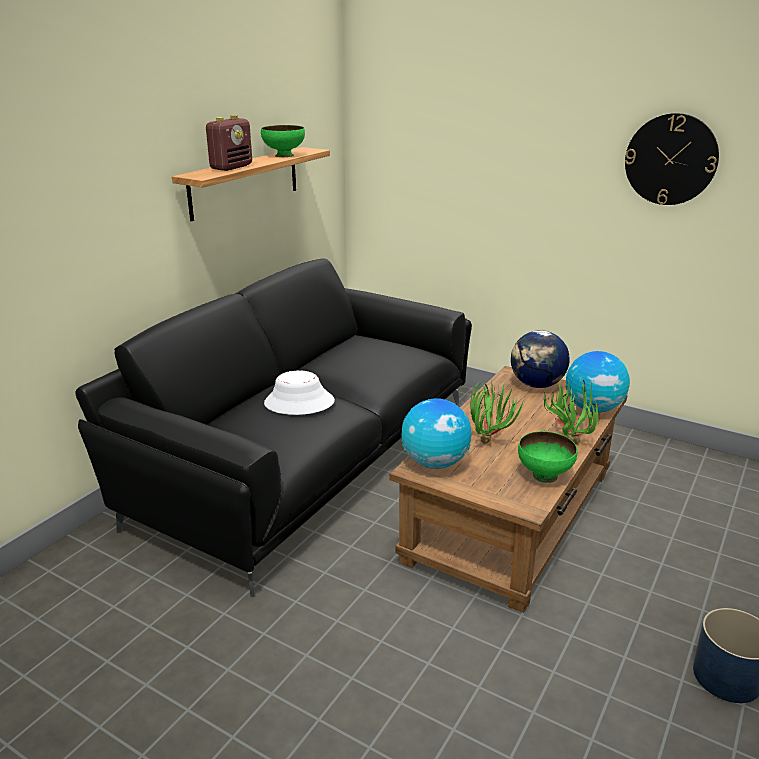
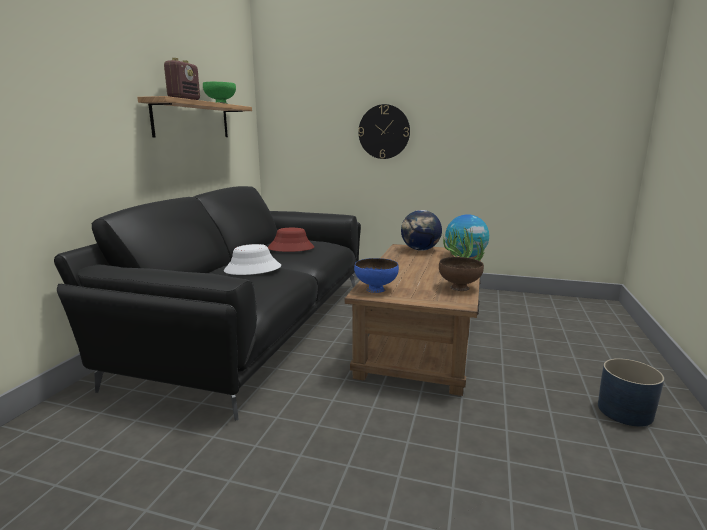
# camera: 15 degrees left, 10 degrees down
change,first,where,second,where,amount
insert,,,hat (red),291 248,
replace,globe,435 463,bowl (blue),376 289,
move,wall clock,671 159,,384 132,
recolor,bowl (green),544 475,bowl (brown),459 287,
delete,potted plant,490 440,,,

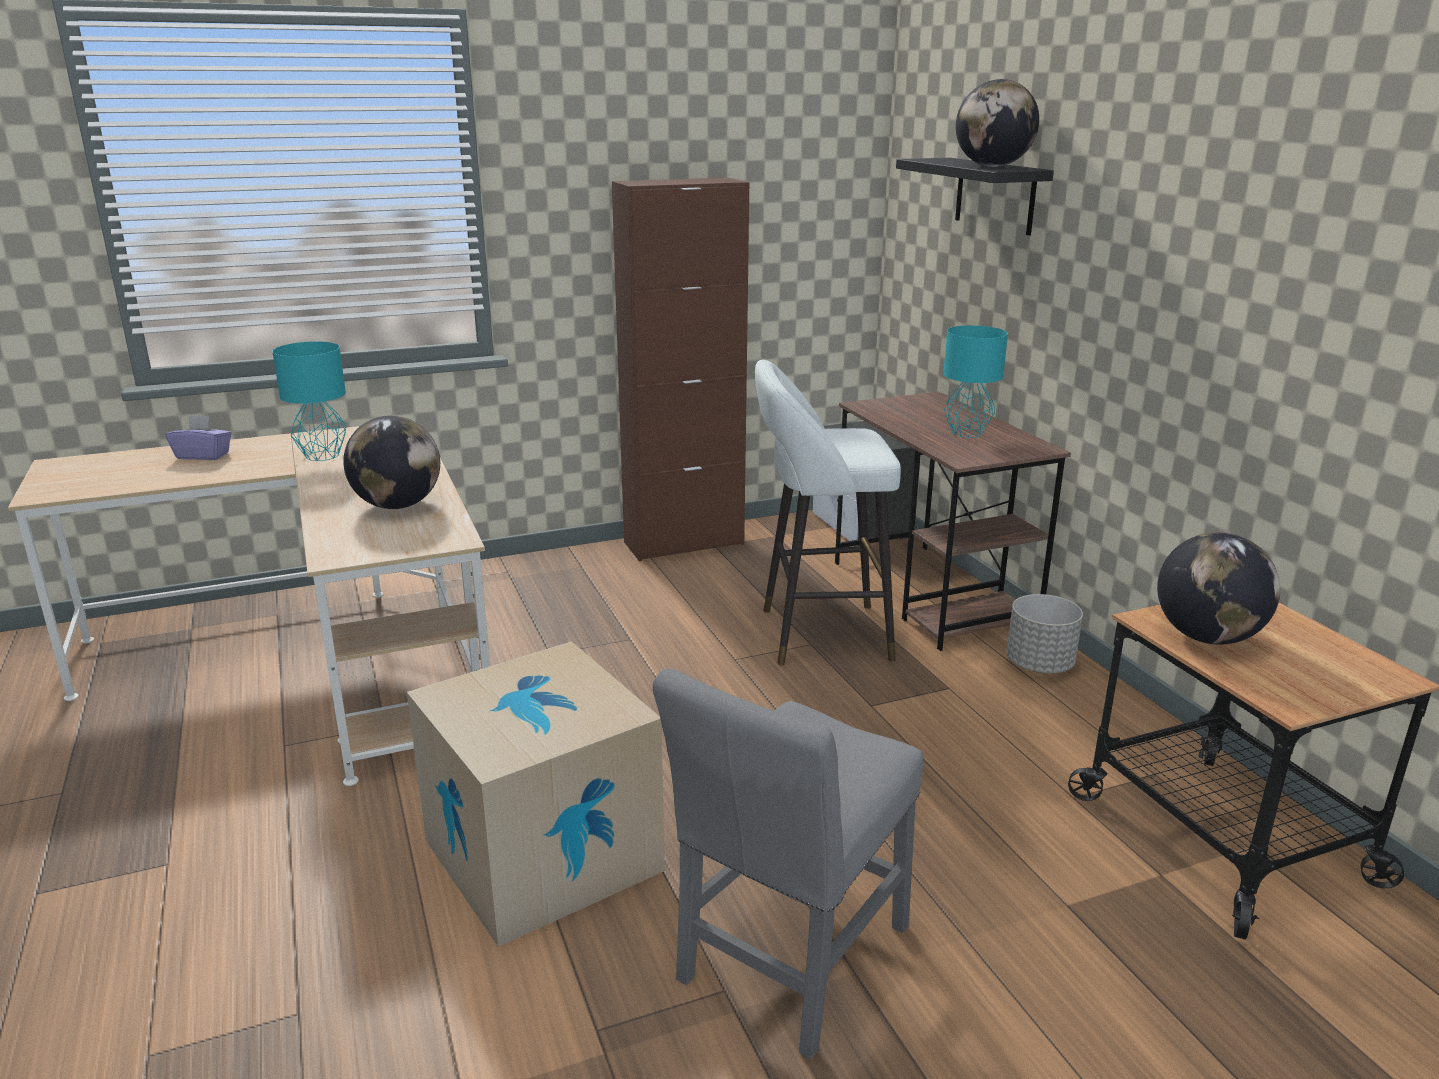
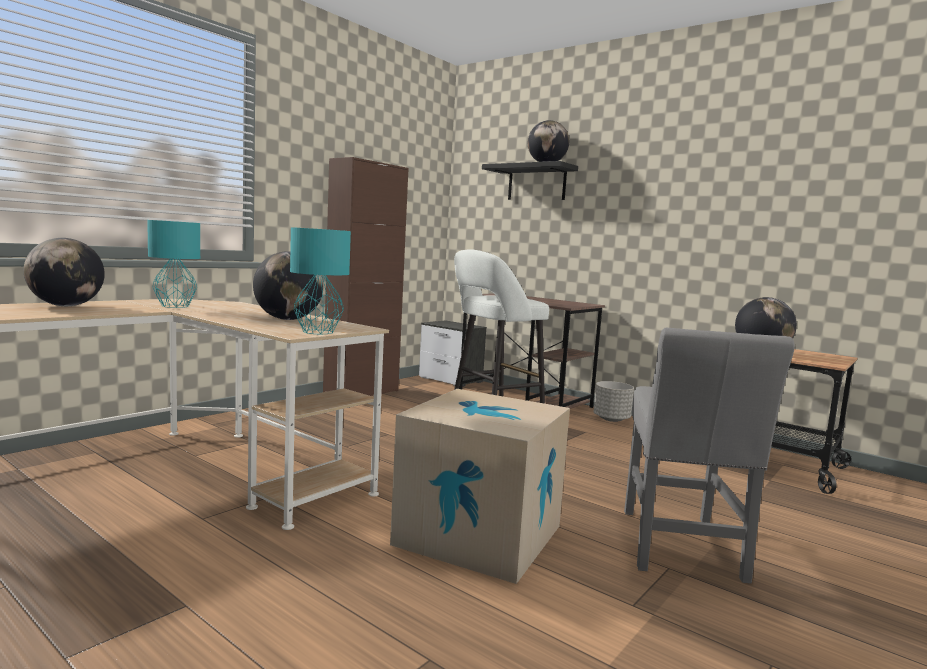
# camera: 30 degrees left, 15 degrees down
change,first,where,second,where,amount
replace,tissue box (purple),203 455,globe,66 306,
move,table lamp (turquoise),966 433,,317 332,

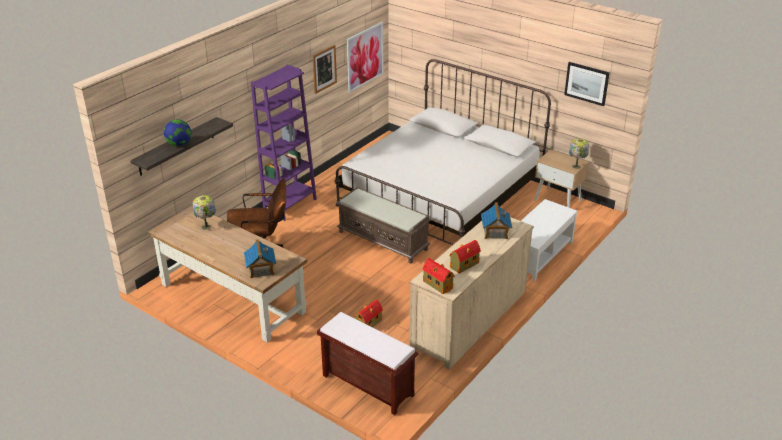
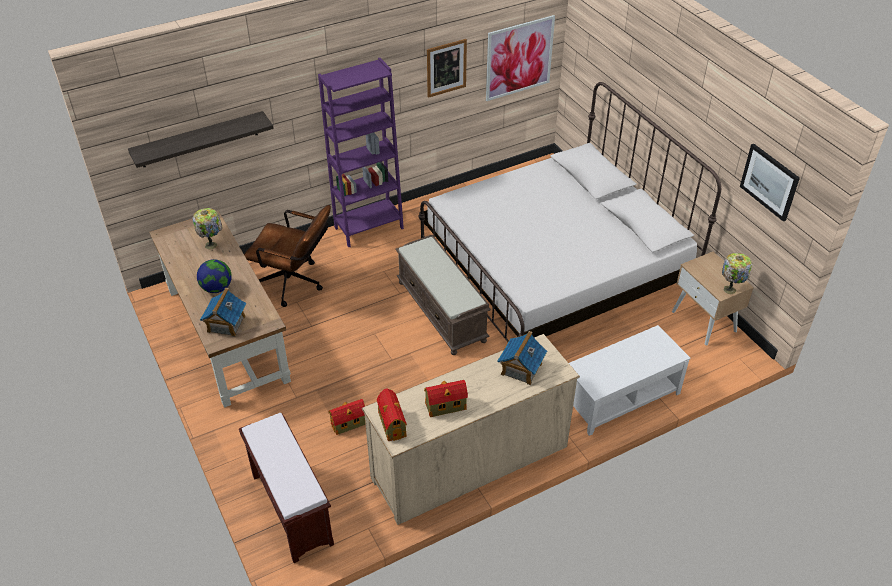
# camera: 25 degrees right, 10 degrees up
change,first,where,second,where,amount
move,globe,179 144,,217 288,

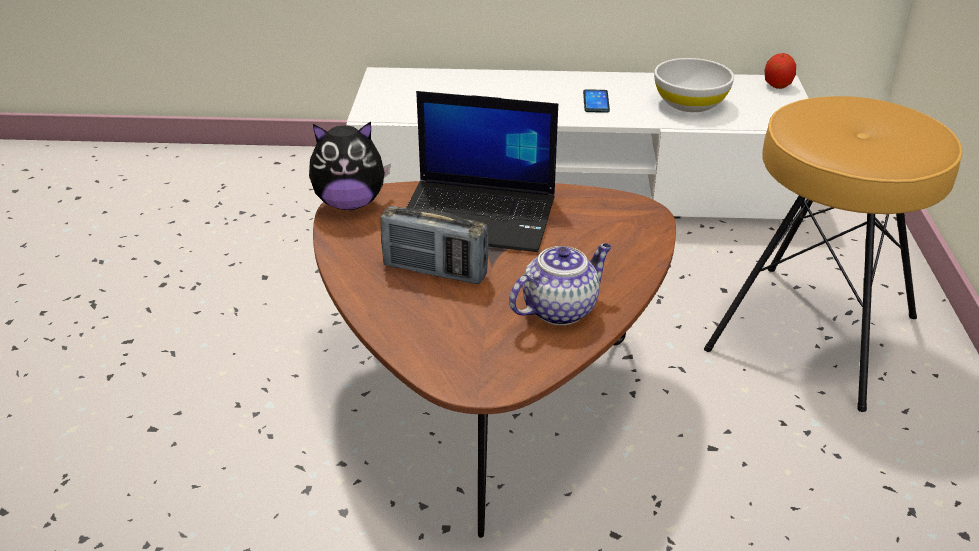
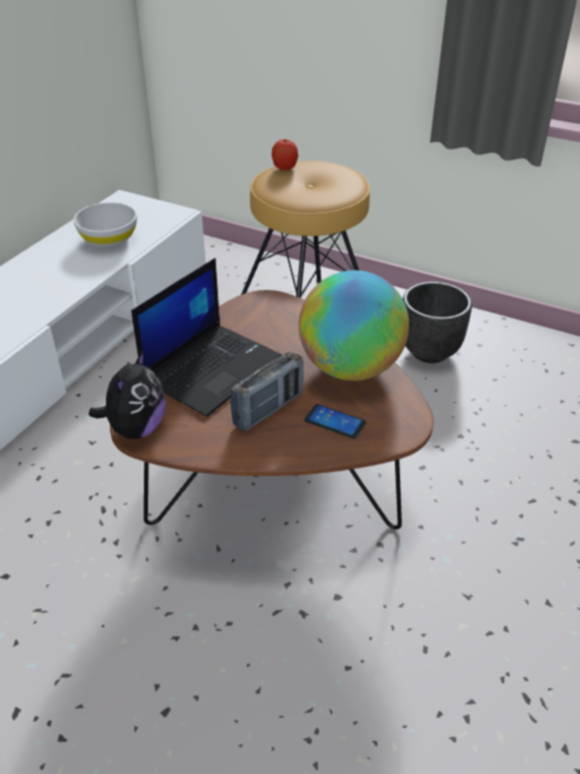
# camera: 65 degrees left, 5 degrees up
change,first,where,second,where,amount
move,apple,777 85,,284 168,
replace,teapot,560 309,globe,350 368,
move,phone,596 102,,335 422,
insert,,,planter (black),430 353,

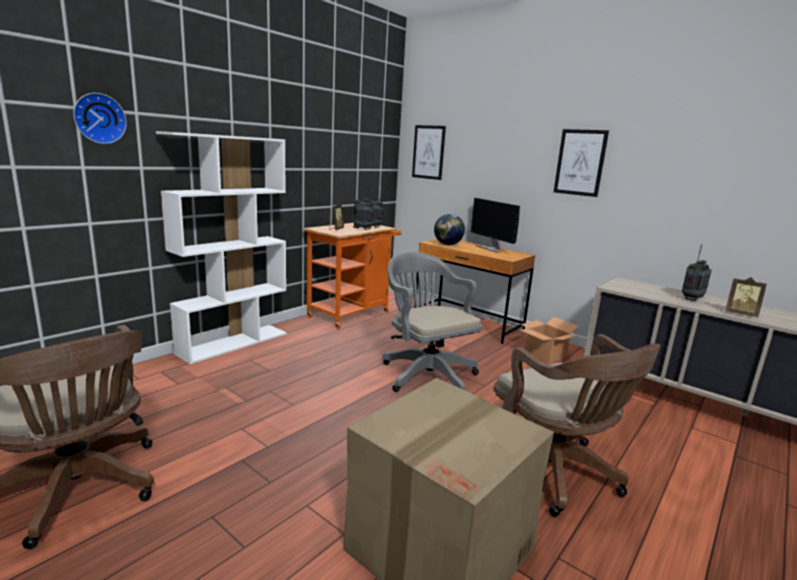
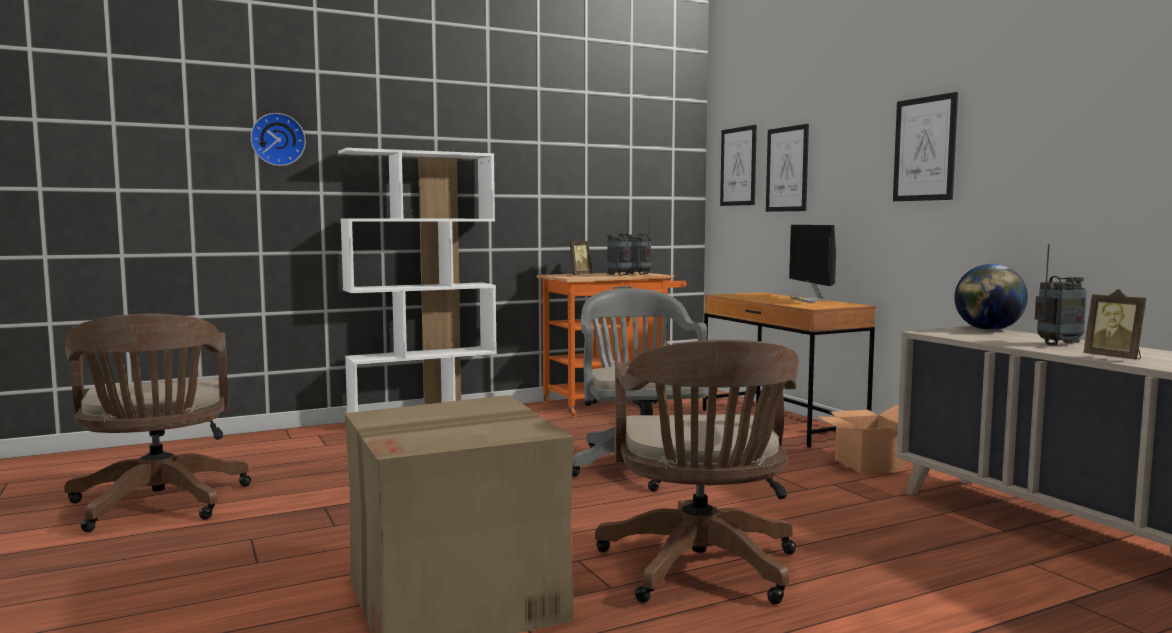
# camera: 25 degrees right, 10 degrees down
change,first,where,second,where,amount
insert,,,picture,787 169,
move,globe,448 244,,988 330,

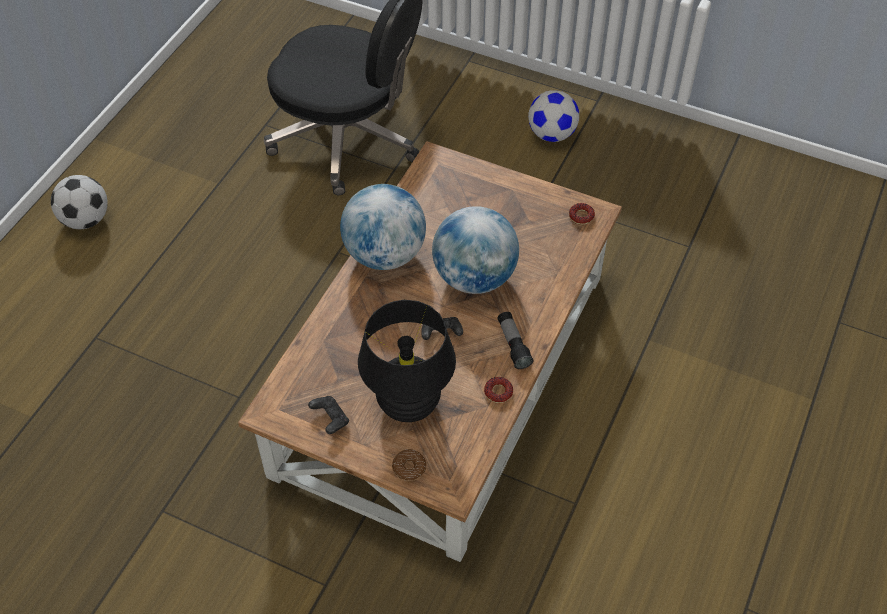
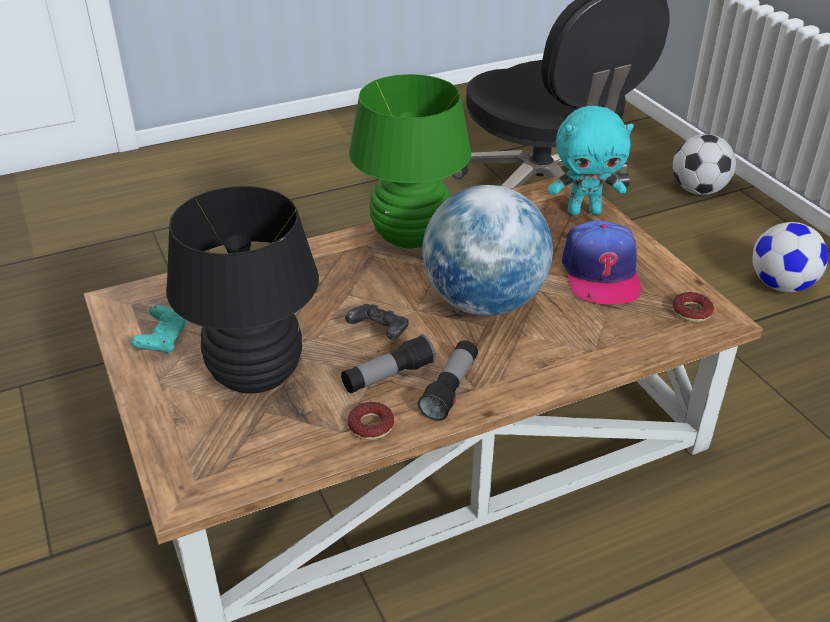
# camera: 40 degrees right, 15 degrees down
change,first,where,second,where,amount
recolor,game controller (black),330 419,game controller (turquoise),162 341,
insert,,,flashlight,388 376,
replace,globe,384 254,table lamp (green),410 237,
insert,,,plush toy (turquoise),584 211,
insert,,,cap,600 273,
move,football,86 220,,698 190,
delete,donut,409 468,,,

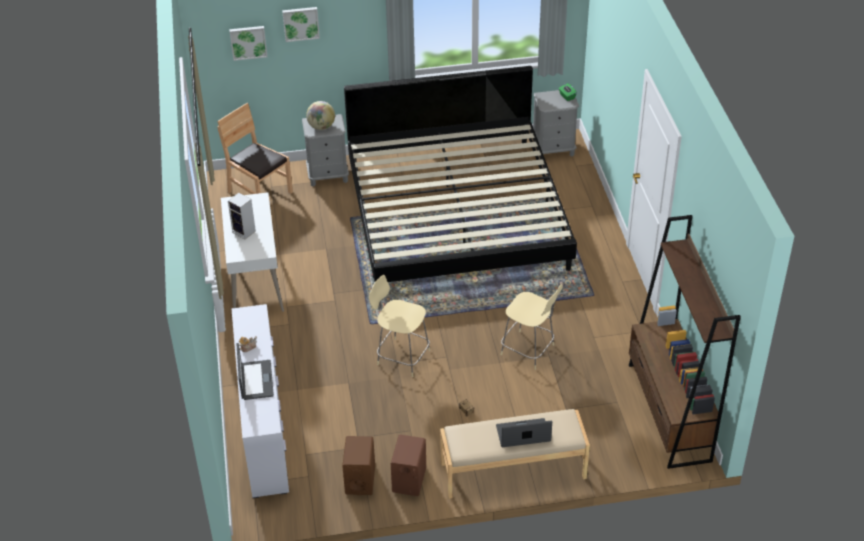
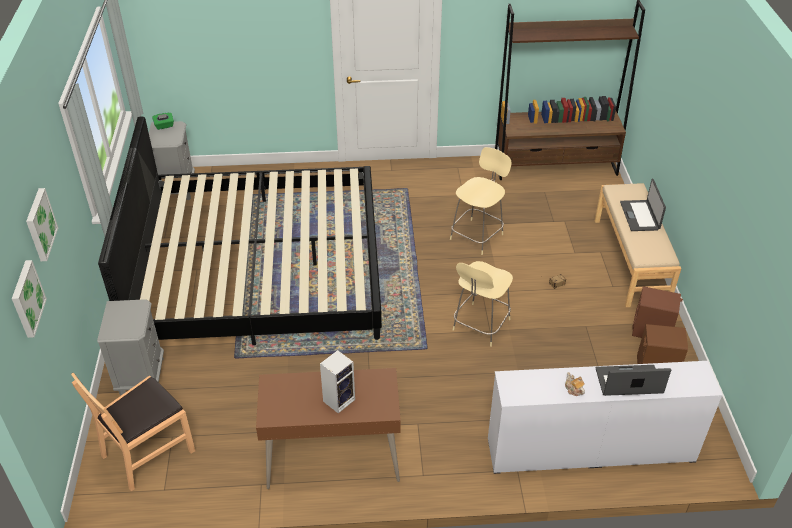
# camera: 85 degrees left, 0 degrees up
change,first,where,second,where,amount
recolor,desk (white),255 281,desk (brown),333 458,
delete,globe,321 127,,,

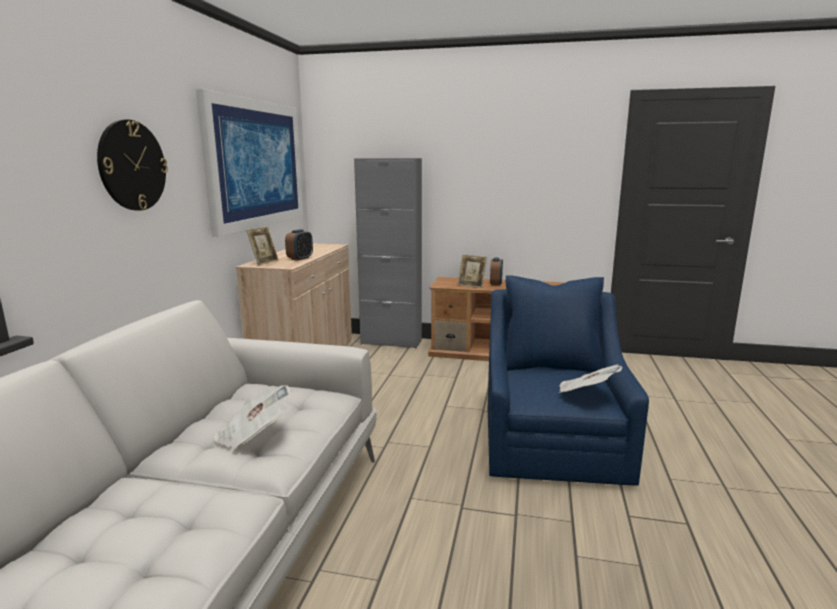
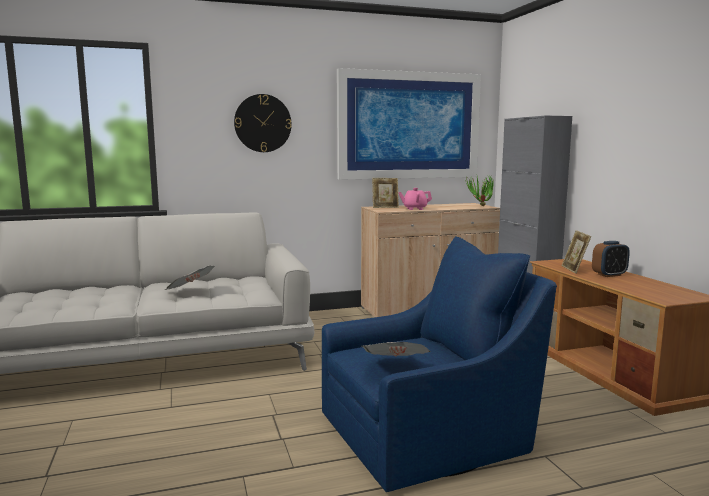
# camera: 60 degrees right, 5 degrees down
change,first,where,second,where,amount
replace,alarm clock,300 258,teapot (pink),414 209,
insert,,,potted plant,480 206,

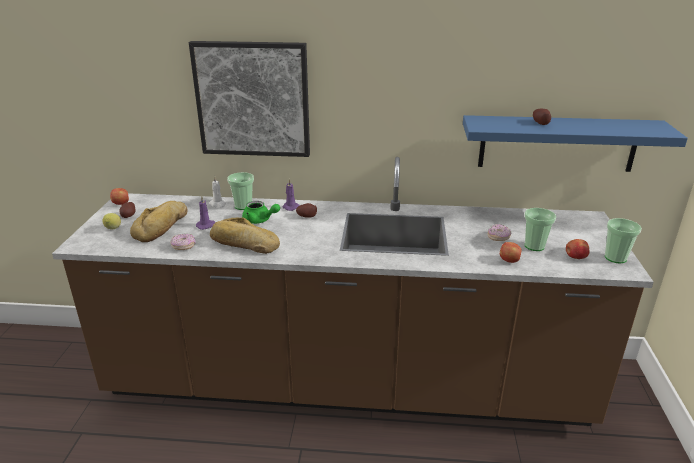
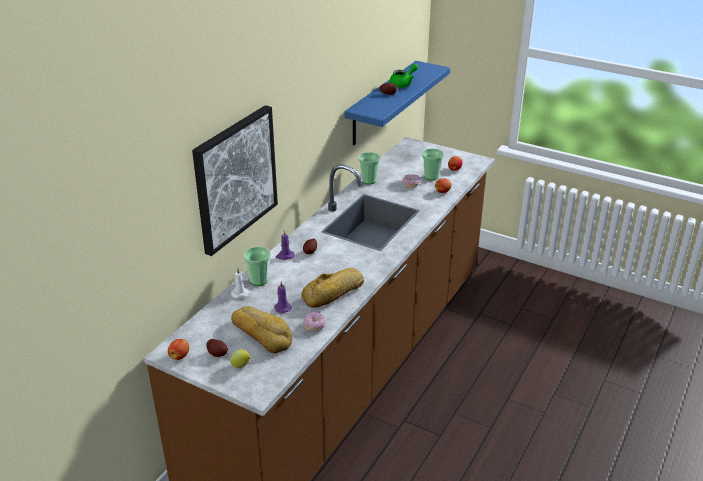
# camera: 65 degrees left, 5 degrees up
change,first,where,second,where,amount
move,cup,615 258,,369 180,
move,teapot (green),259 220,,403 84,

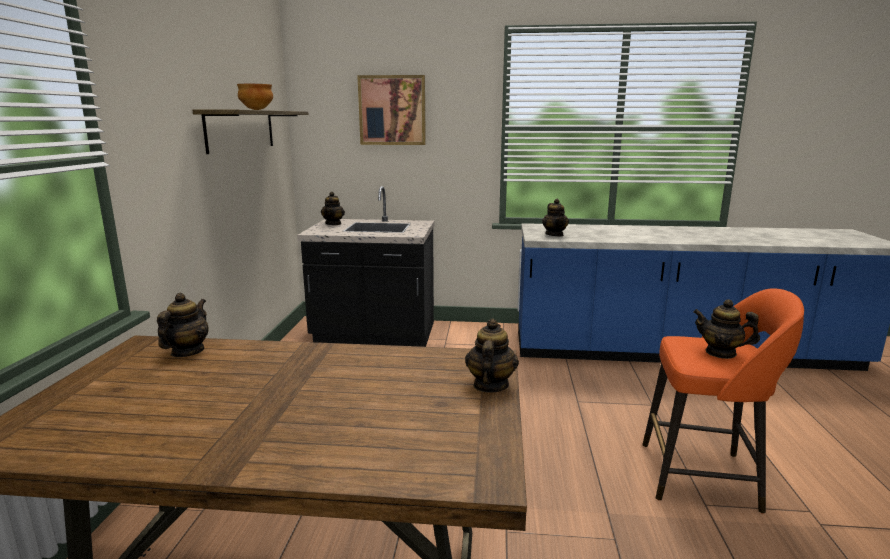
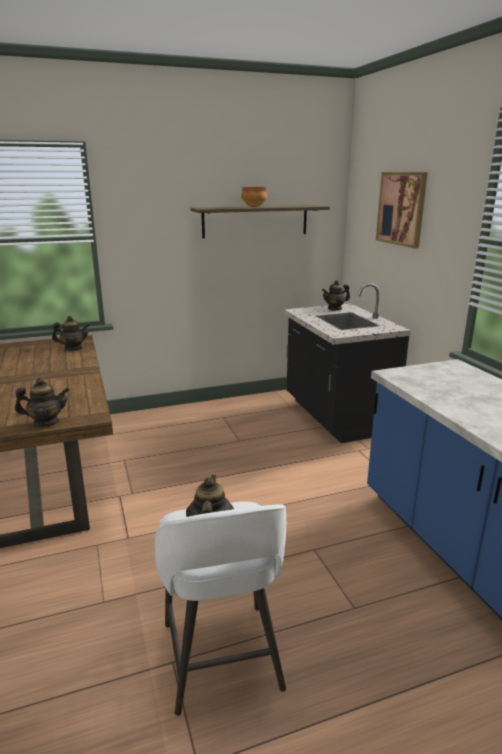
# camera: 65 degrees right, 5 degrees up
change,first,where,second,where,amount
recolor,stool (orange),703 476,stool (white),222 659,
delete,teapot,554 235,,,

